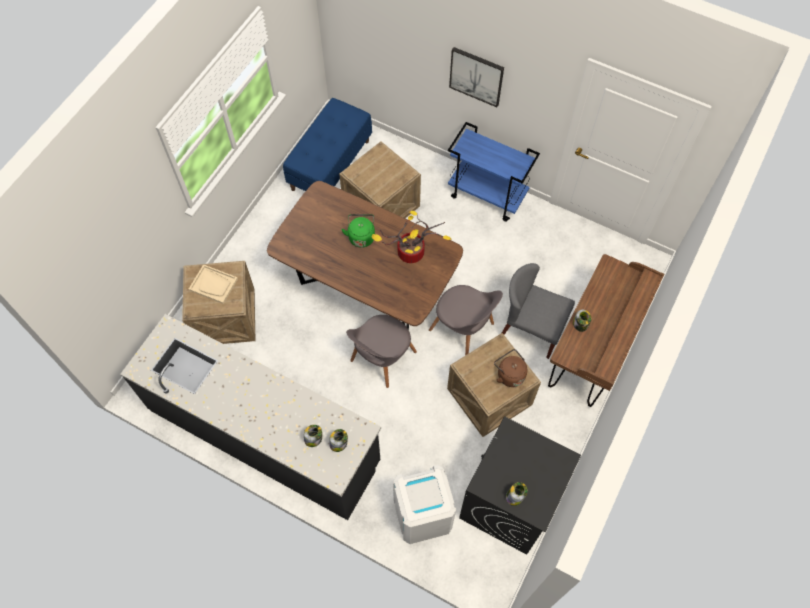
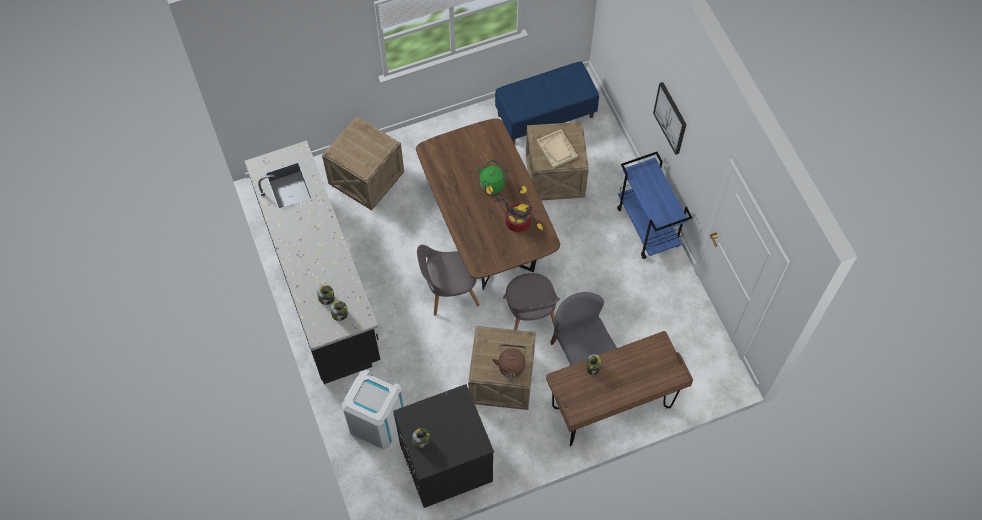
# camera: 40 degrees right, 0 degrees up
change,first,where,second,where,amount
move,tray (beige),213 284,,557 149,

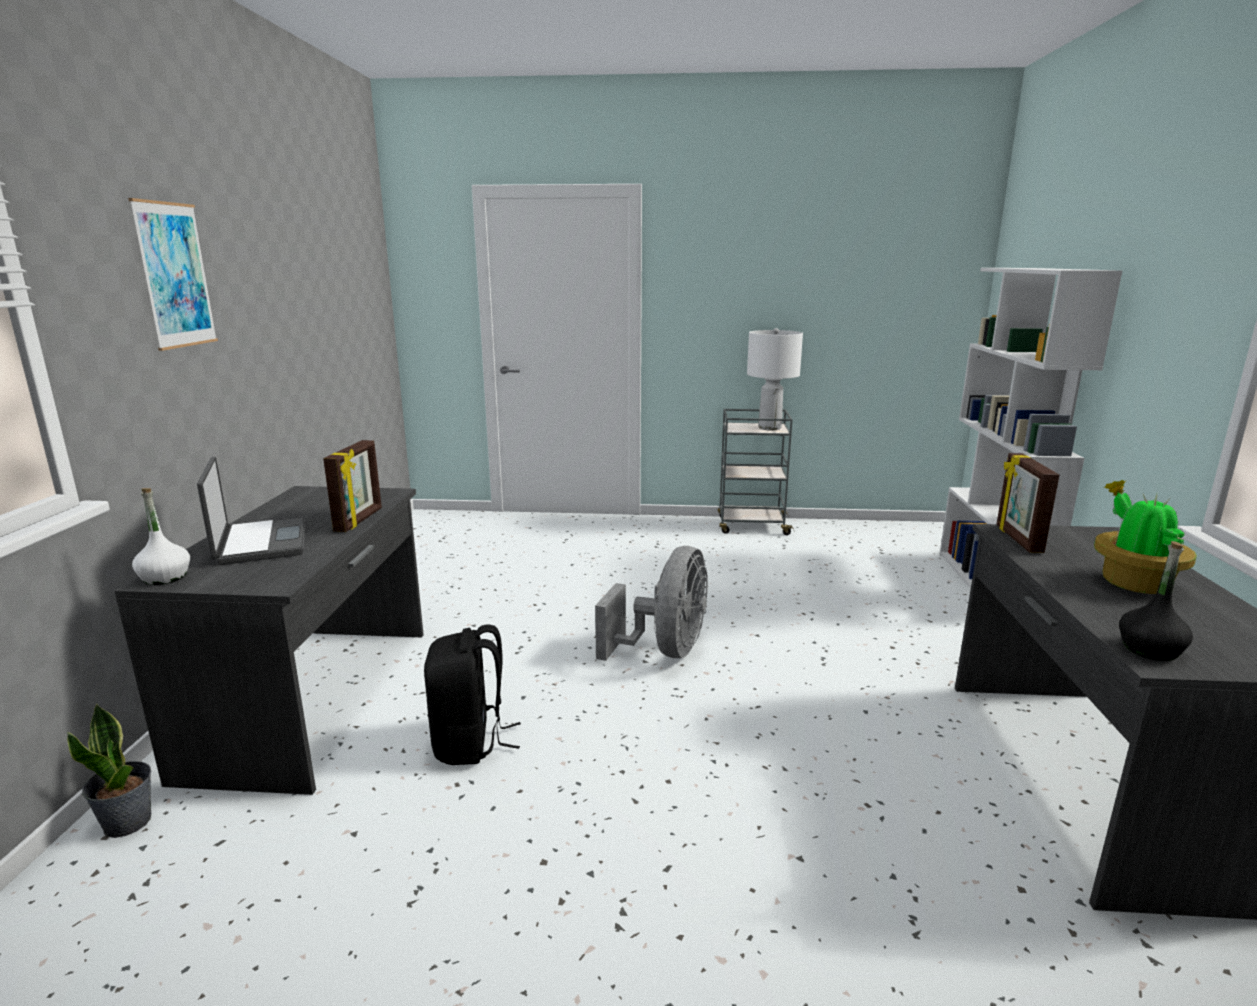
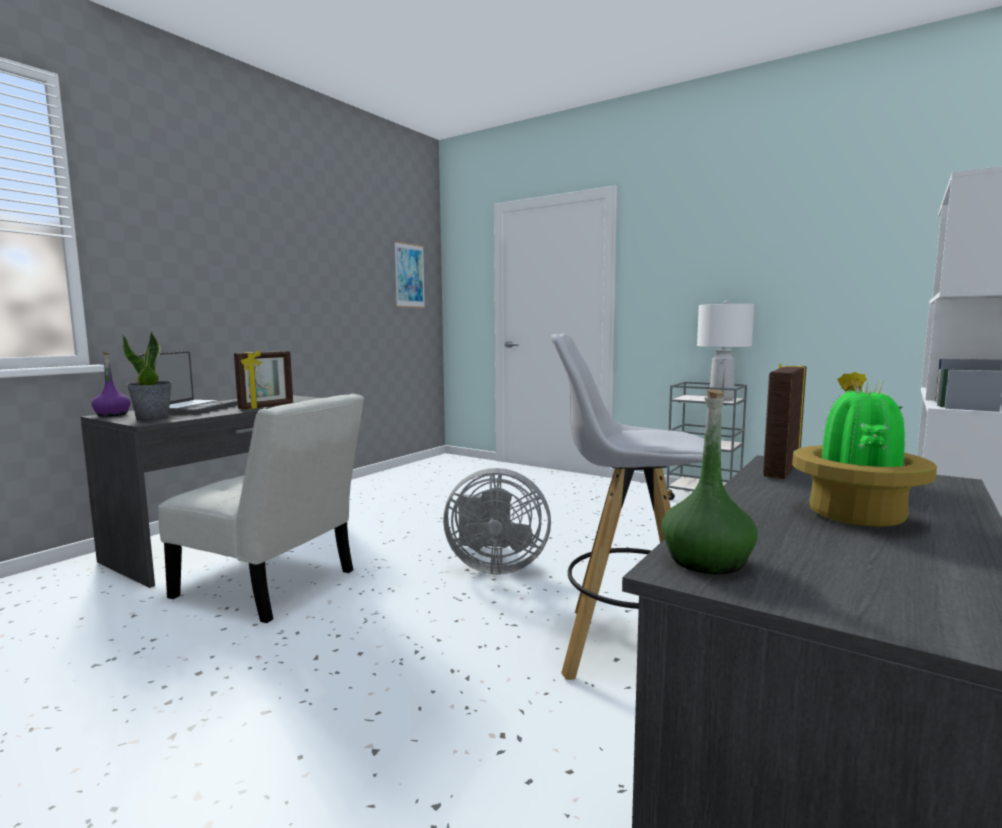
# camera: 30 degrees right, 10 degrees down
change,first,where,second,where,amount
recolor,bottle (white),165 577,bottle (purple),112 415,
move,potted plant,128 822,,153 418,
replace,backpack (black),471 743,chair (white),272 587,
move,picture,175 275,,409 275,
rotate,fan (grey),665 650,,494 566,45 degrees clockwise
insert,,,stool (white),628 649,
recolor,bottle (black),1150 650,bottle (green),707 561,

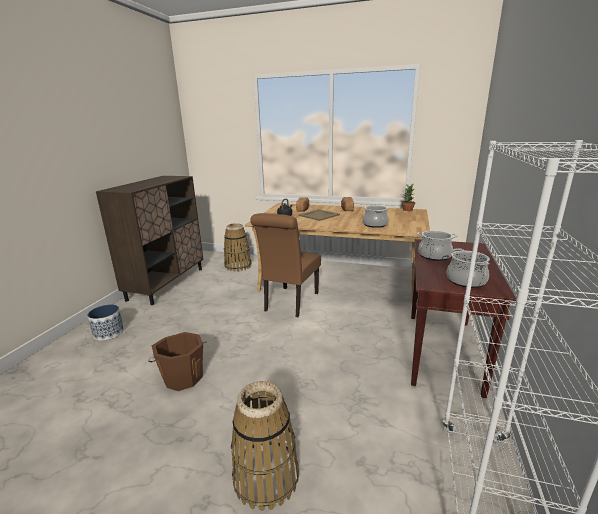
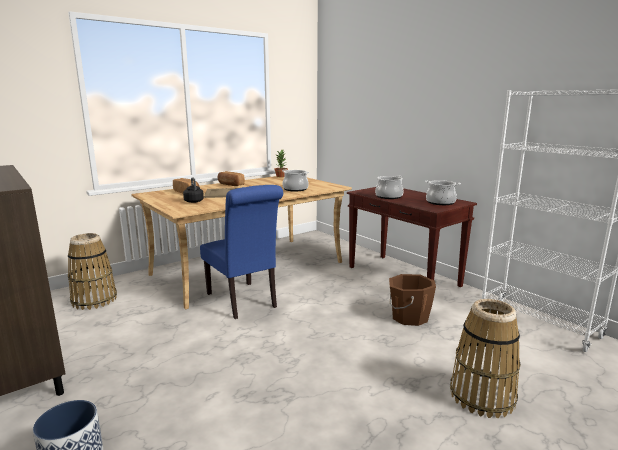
# camera: 55 degrees left, 5 degrees down
change,first,where,second,where,amount
recolor,chair (brown),289 303,chair (blue),244 302,
move,bucket (brown),183 377,,408 317,

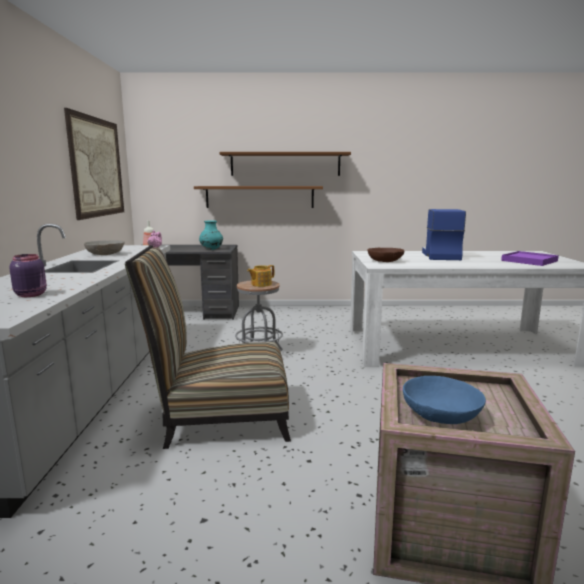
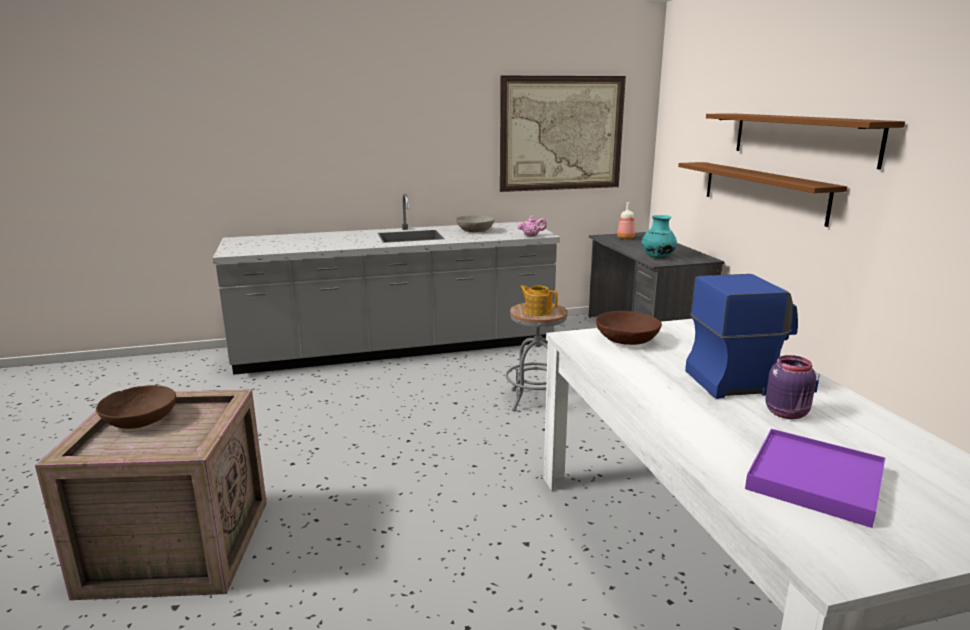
# camera: 75 degrees right, 5 degrees up
change,first,where,second,where,amount
recolor,bowl (blue),441 415,bowl (brown),140 421,
move,jar (purple),32 294,,787 413,
delete,chair,218 417,,,

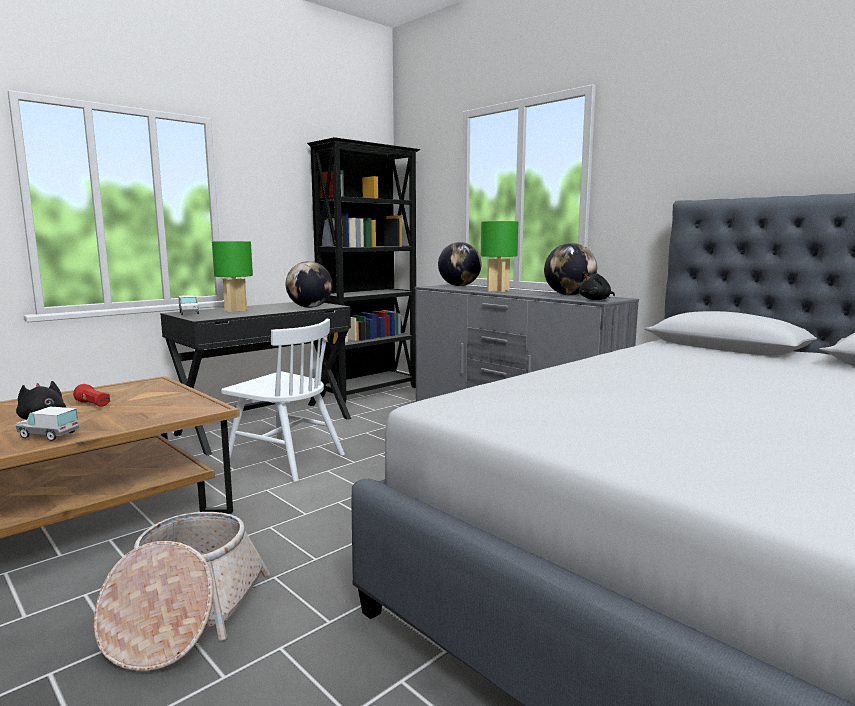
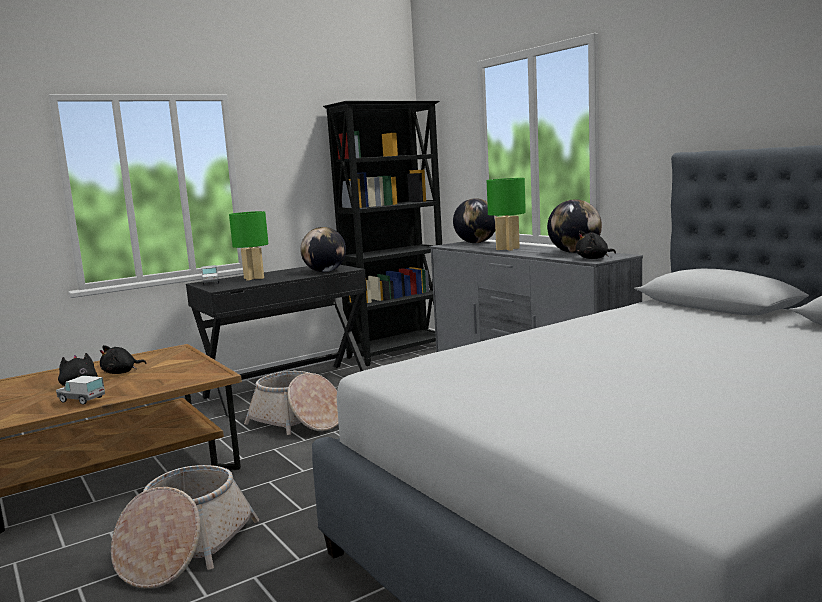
# camera: 10 degrees right, 0 degrees up
change,first,where,second,where,amount
replace,flashlight (red),93 405,plush toy (black),121 372,
replace,chair (white),285 460,basket,297 422,

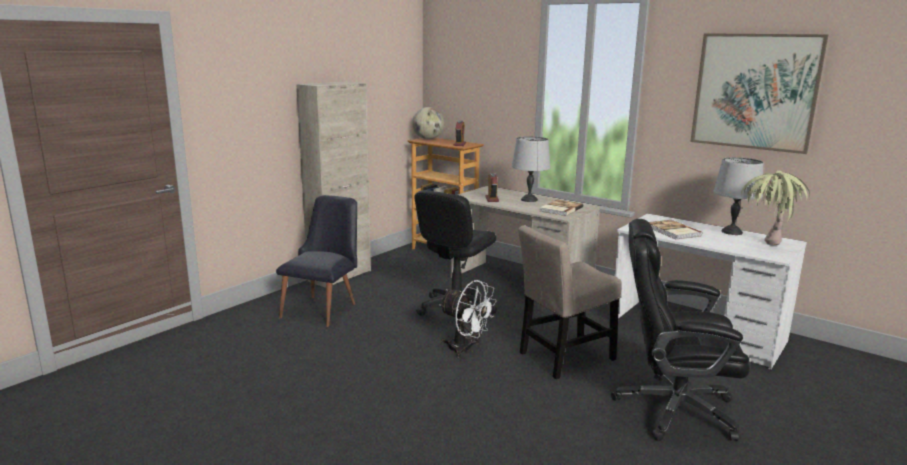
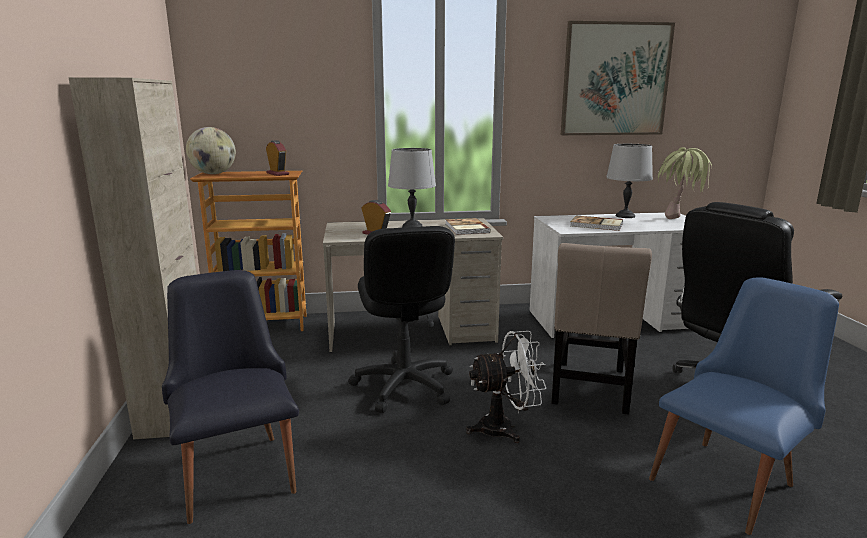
# camera: 45 degrees left, 0 degrees up
change,first,where,second,where,amount
insert,,,chair (blue),731 478,

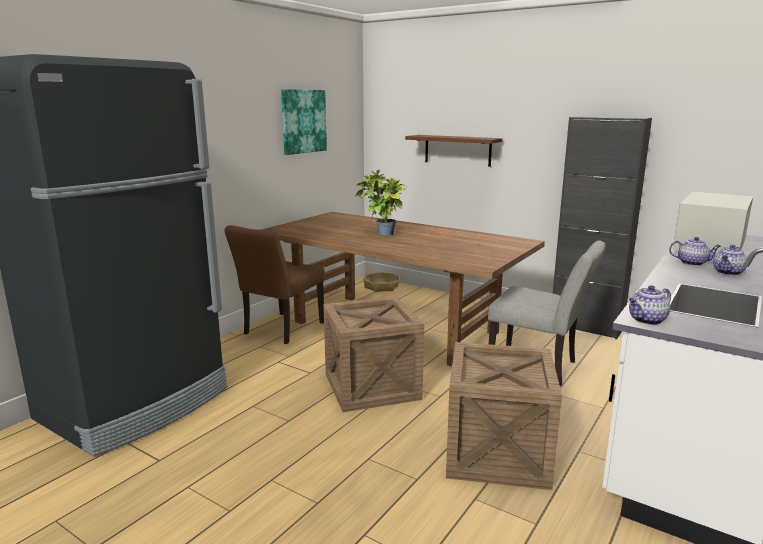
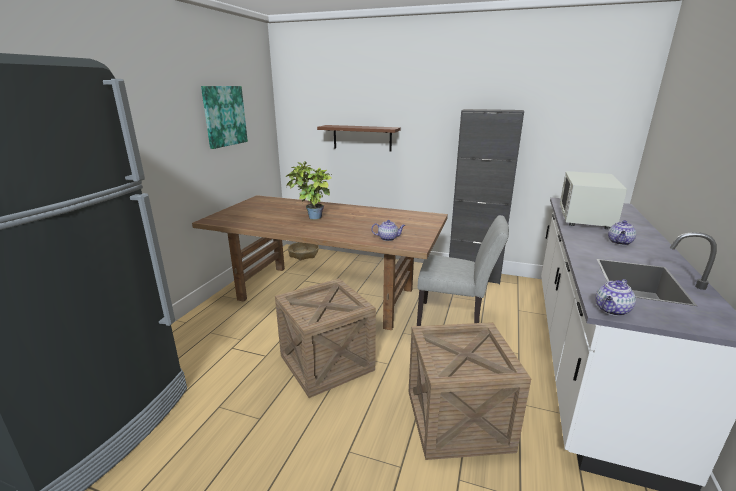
# camera: 15 degrees left, 5 degrees up
change,first,where,second,where,amount
move,teapot,692 263,,388 238,
delete,chair (brown),280 330,,,

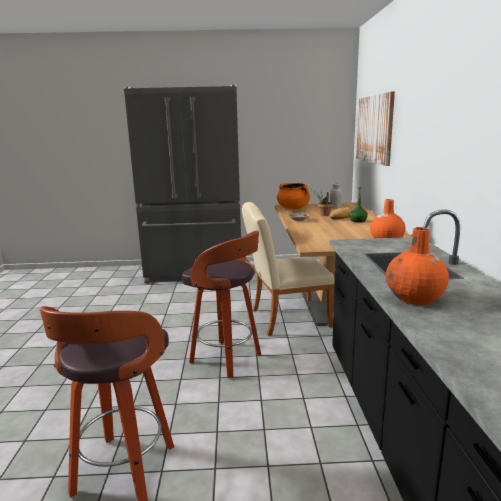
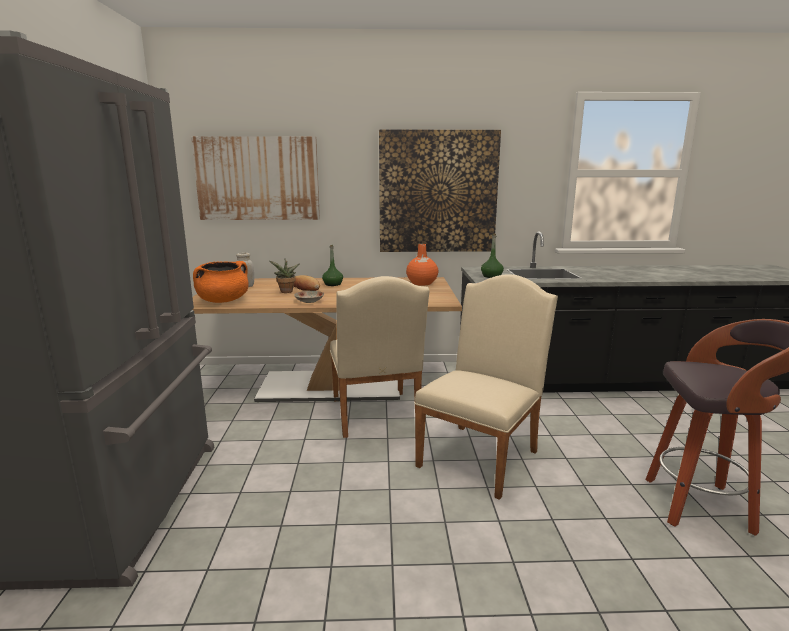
# camera: 90 degrees left, 0 degrees up
change,first,where,second,where,amount
insert,,,picture,438 192,
replace,stool,227 359,chair (beige),482 454,
insert,,,bottle (green),491 276,
delete,vase (orange),414 298,,,

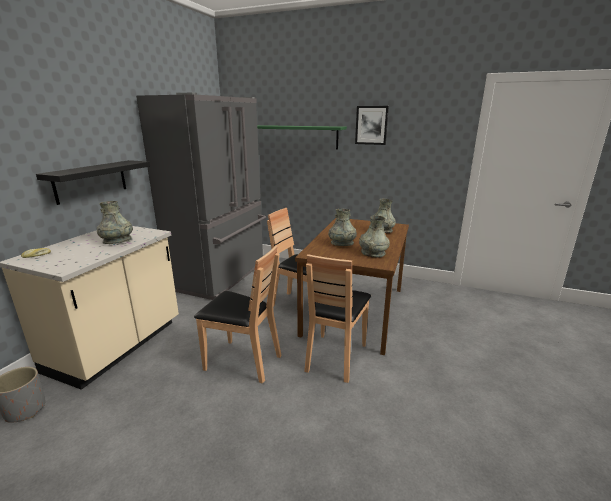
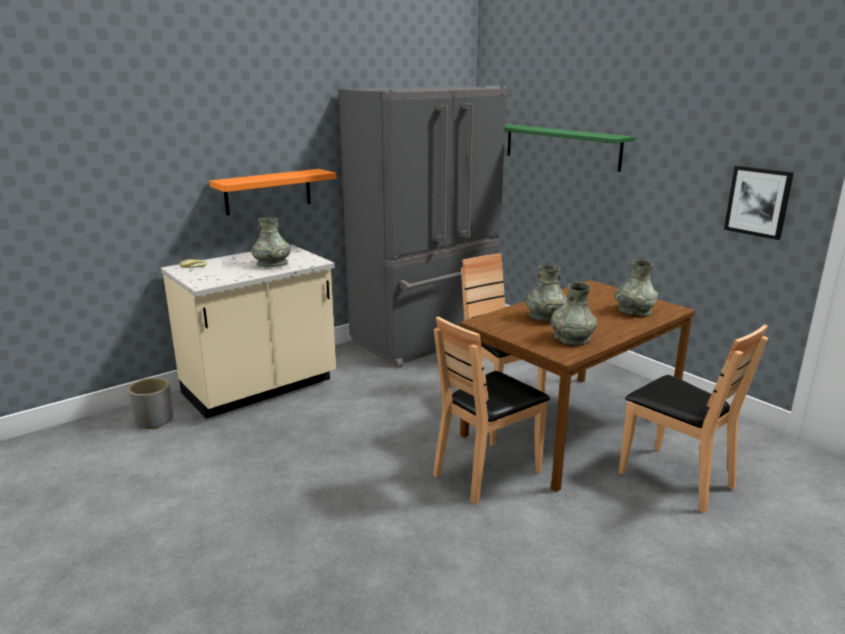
# camera: 30 degrees right, 0 degrees up
change,first,where,second,where,amount
recolor,shelf (black),91 181,shelf (orange),268 191,
move,chair (brown),243 361,,675 478,
move,picture,371 125,,758 201,

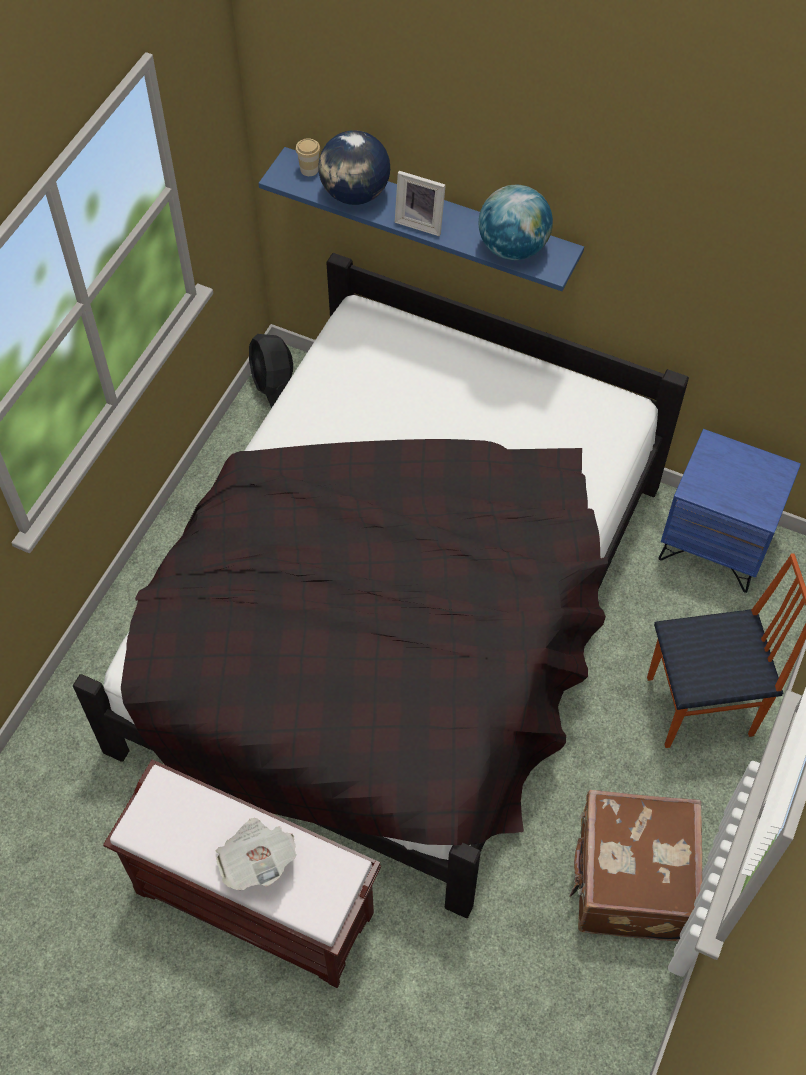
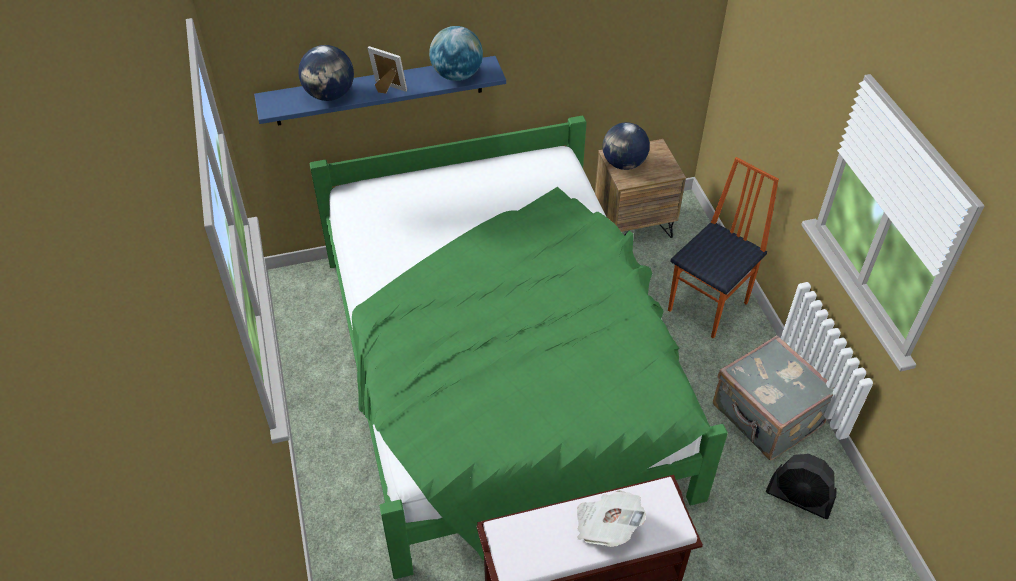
# camera: 40 degrees left, 10 degrees down
change,first,where,second,where,amount
recolor,bed (black),397 617,bed (green),501 371,
rotate,picture frame,421 222,,387 89,135 degrees counterclockwise
recolor,nightstand (blue),715 544,nightstand (brown),633 224,
insert,,,globe,623 164,
recolor,suitcase (brown),629 881,suitcase (grey),766 417,
move,fan (black),274 388,,799 498,
delete,cup,309 169,,,

